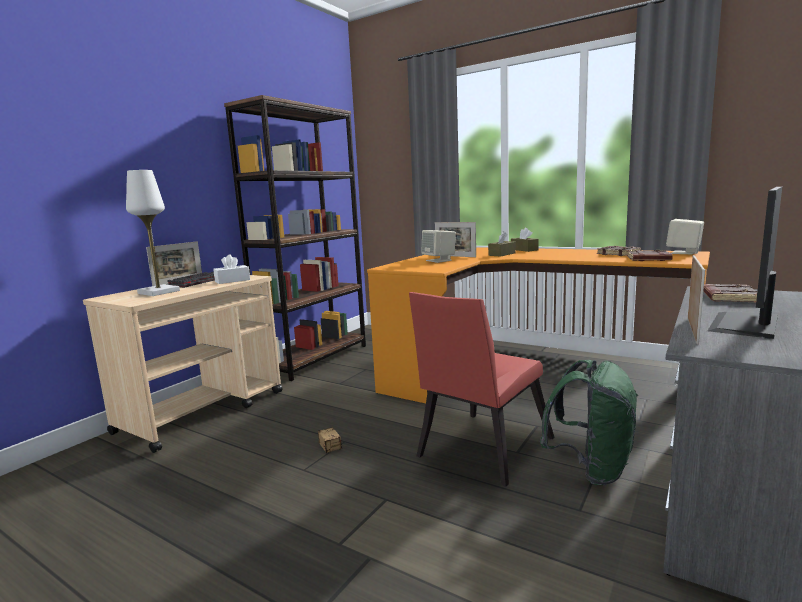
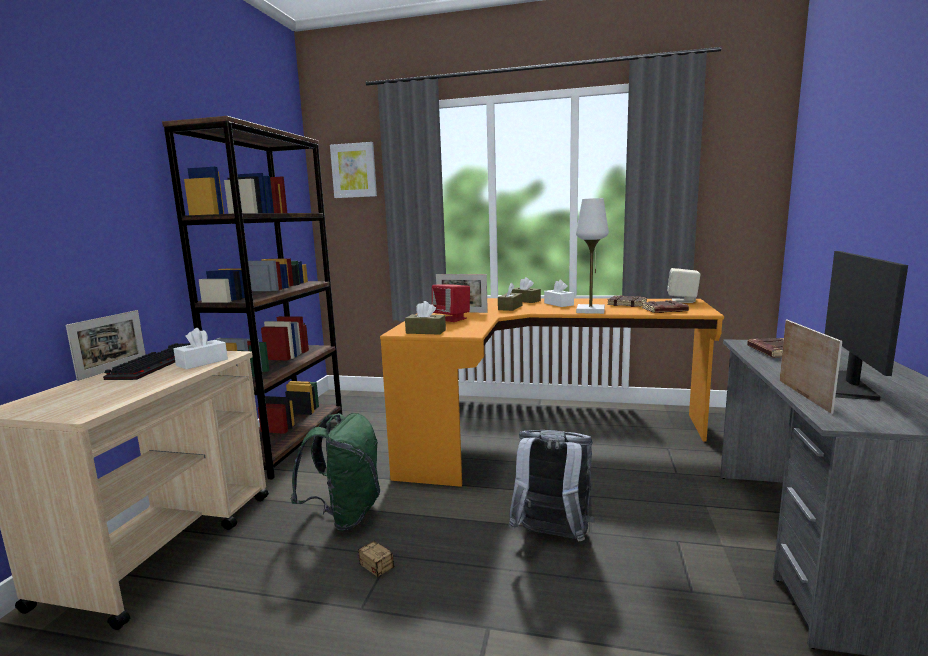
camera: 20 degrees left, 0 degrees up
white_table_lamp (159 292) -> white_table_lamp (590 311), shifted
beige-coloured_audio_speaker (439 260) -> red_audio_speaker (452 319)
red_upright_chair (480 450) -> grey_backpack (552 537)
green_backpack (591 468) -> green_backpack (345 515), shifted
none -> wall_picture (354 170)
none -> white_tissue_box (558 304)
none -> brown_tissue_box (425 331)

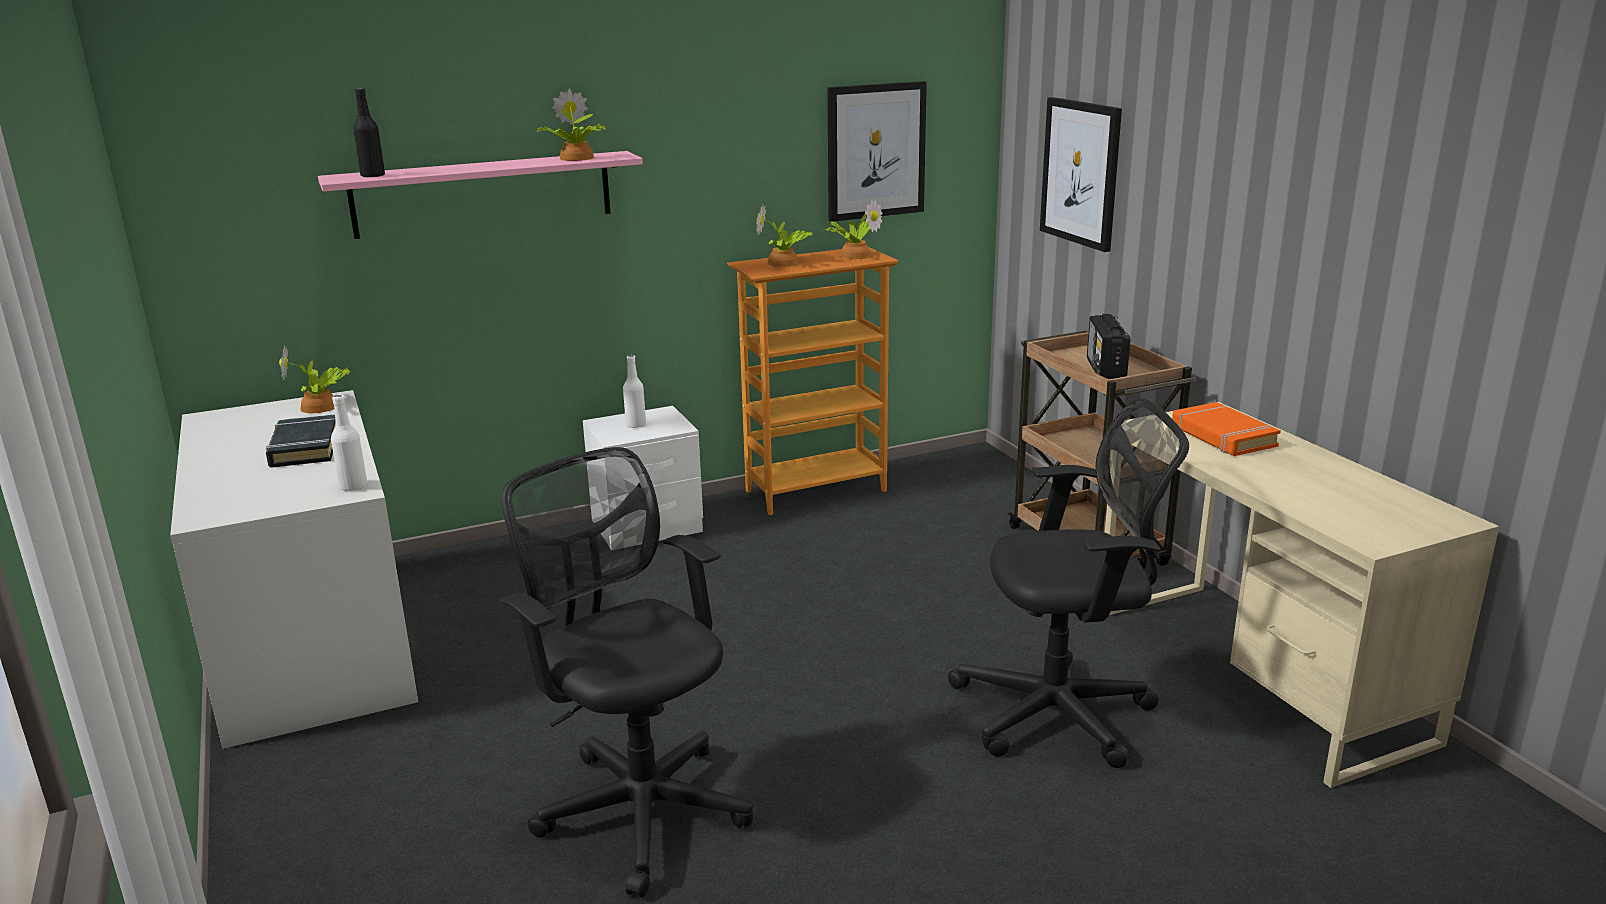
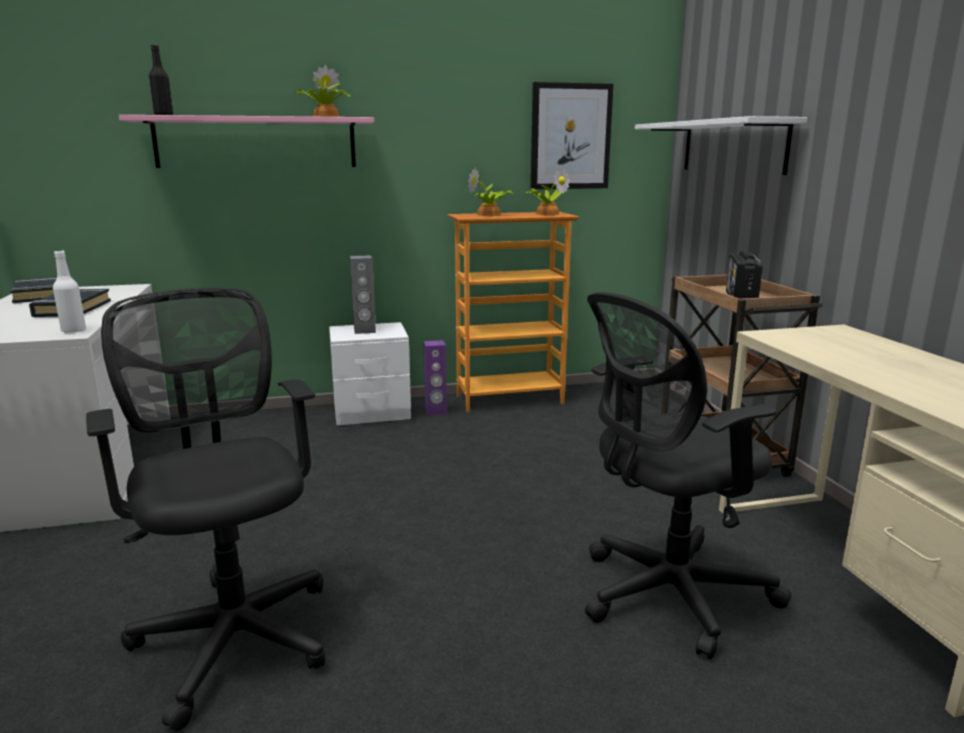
camera: 10 degrees right, 5 degrees down
wall_picture (1081 172) -> white_wall_shelf (732 147)
potted_plant (321 407) -> none
white_beverage_bottle (636 425) -> grey_audio_speaker (364 331)
blackish_desk_chair (1062 713) -> blackish_desk_chair (665 595), 150 degrees clockwise
orange-coloured_volume (1222 436) -> none
none -> blackish_volume (40 295)
none -> purple_audio_speaker (435 411)

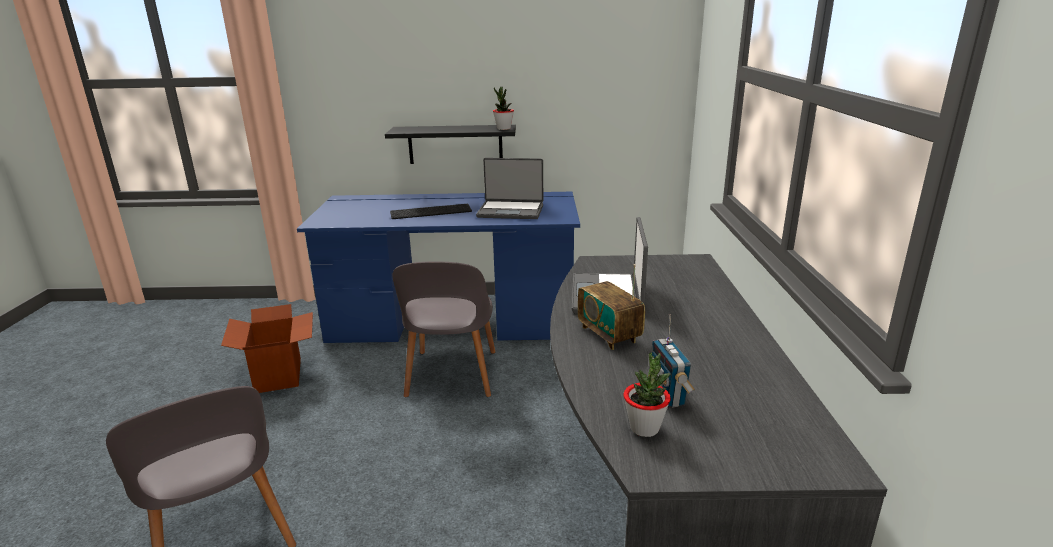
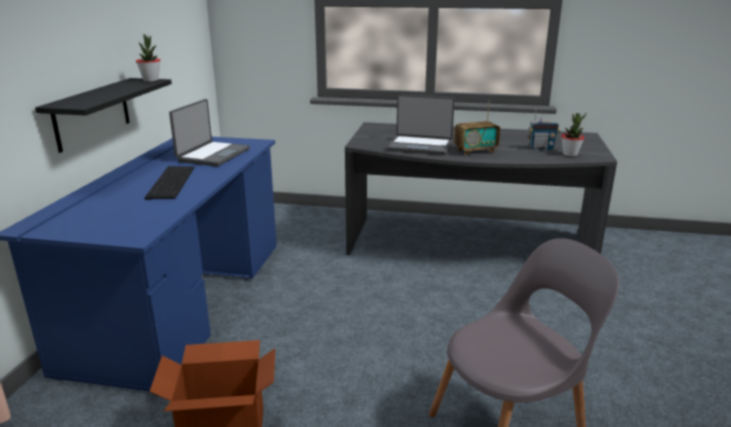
camera: 80 degrees left, 0 degrees up
grey_upright_chair (451 376) -> none

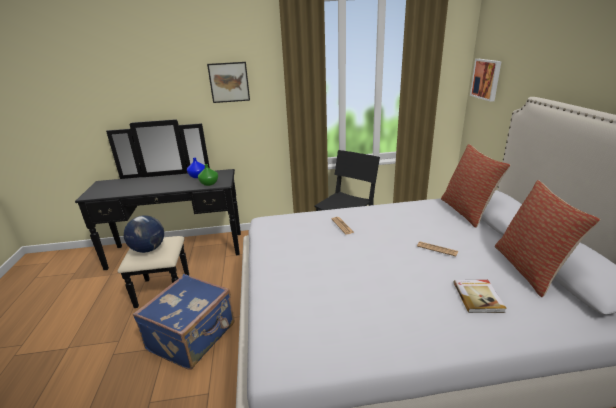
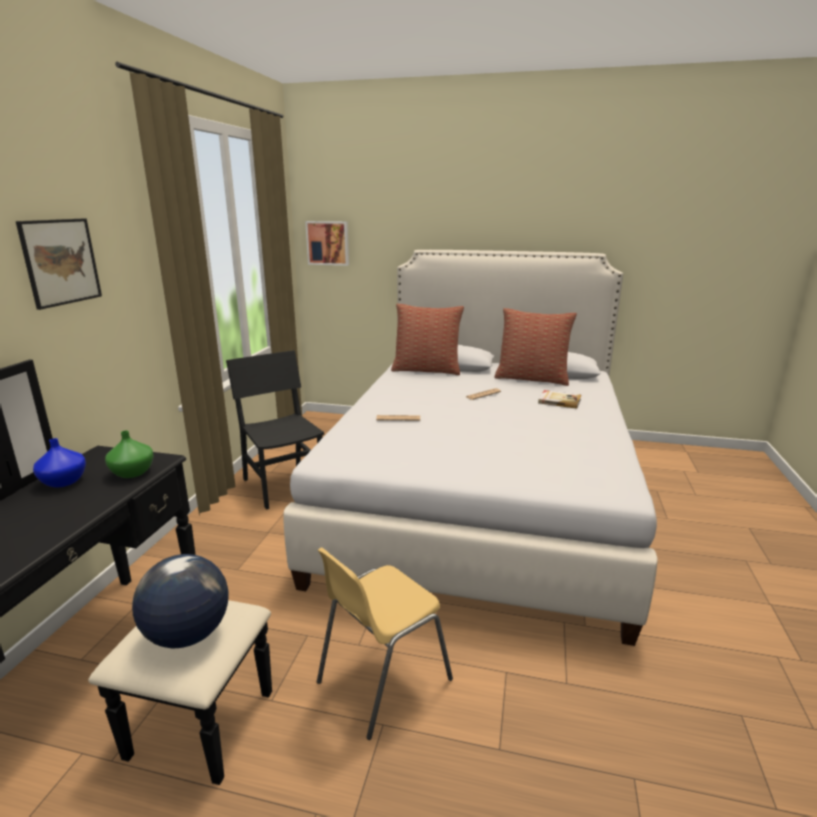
camera: 70 degrees left, 5 degrees down
bluish_travel_case (193 337) -> yellow-coloured_upright_chair (382 680)

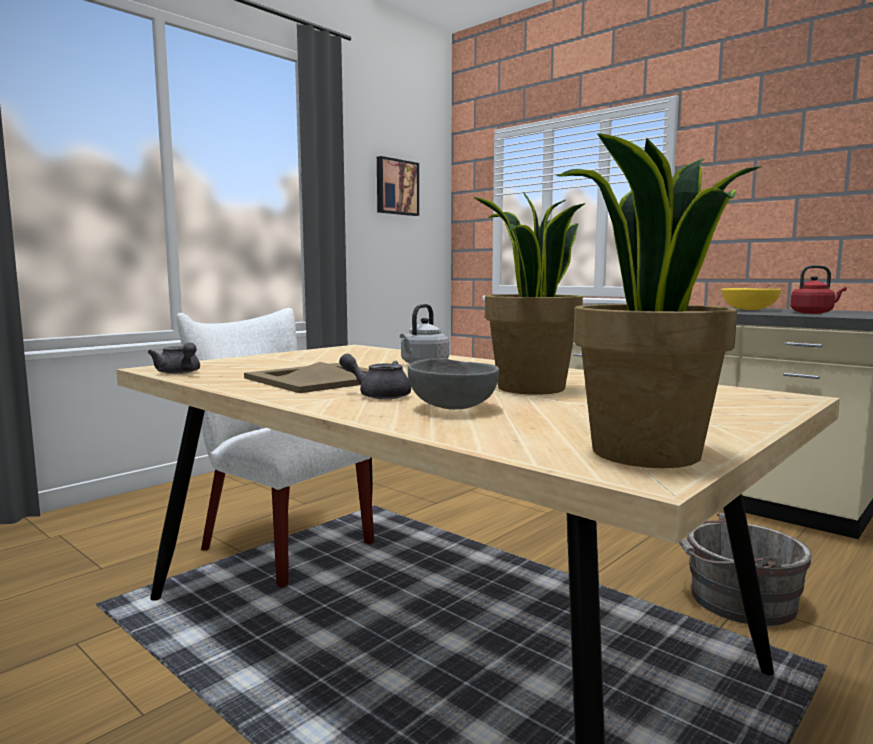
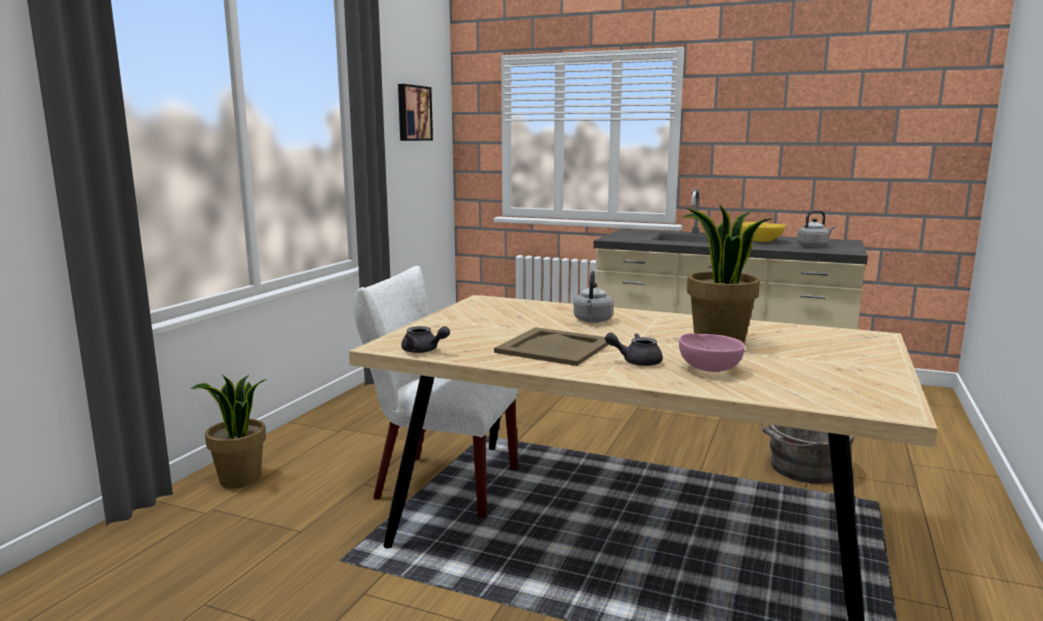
camera: 20 degrees left, 5 degrees up
potted_plant (646 454) -> potted_plant (240 479), shifted
red_tea_kettle (813 313) -> grey_tea_kettle (813 246)
grey_serving_bowl (453 407) -> pink-coloured_serving_bowl (709 369)

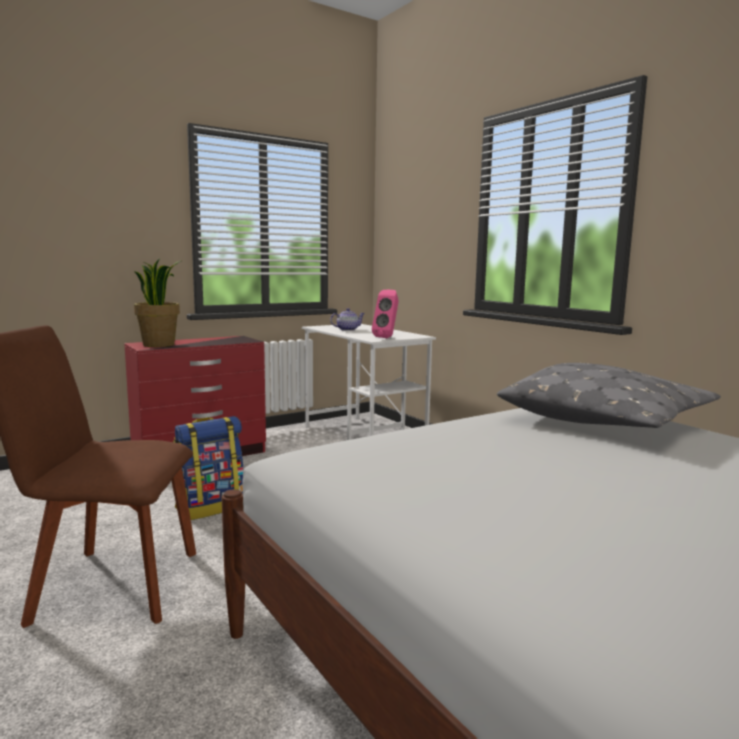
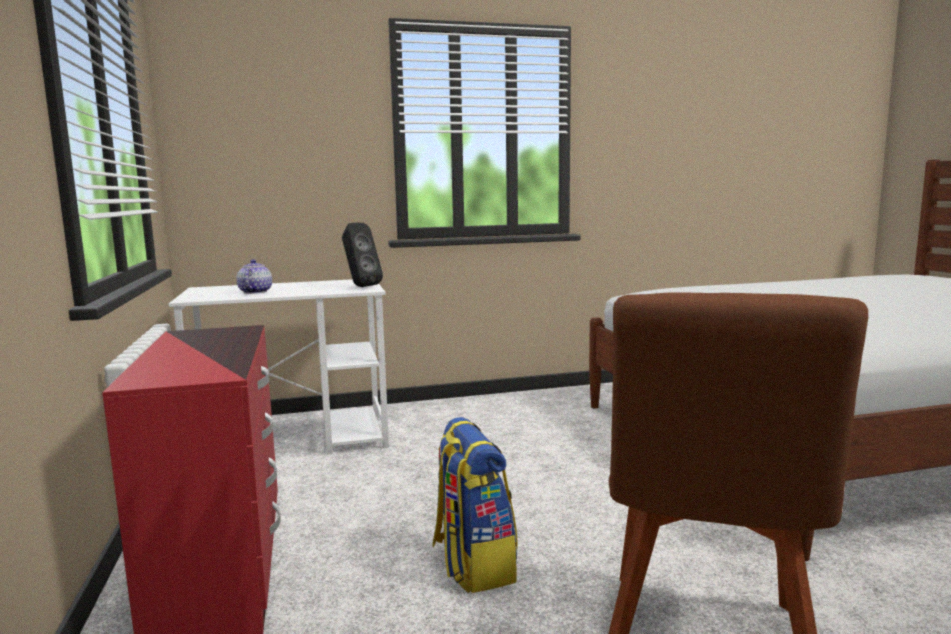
camera: 70 degrees left, 0 degrees up
potted_plant (159 344) -> none
pink-coloured_audio_speaker (387 338) -> blackish_audio_speaker (360 286)
grey_throw_pillow (606 421) -> none

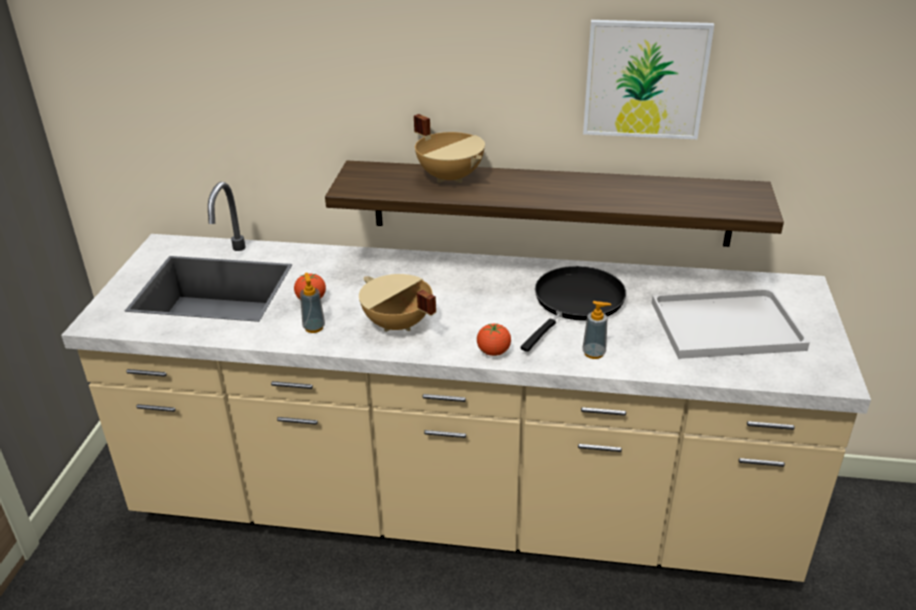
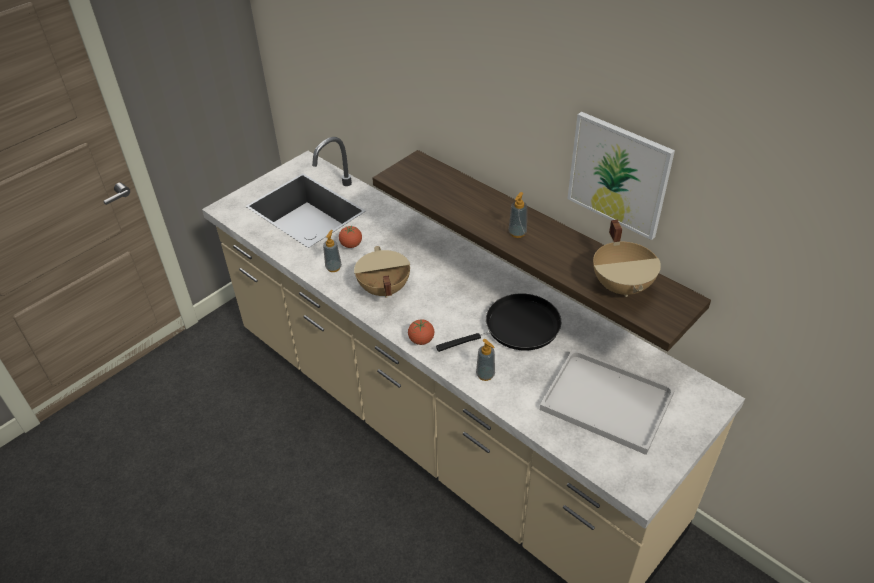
camera: 35 degrees right, 10 degrees up
beige-coloured_cooking_pot (451 177) -> beige-coloured_cooking_pot (622 286), shifted
none -> soap_dispenser (517 233)

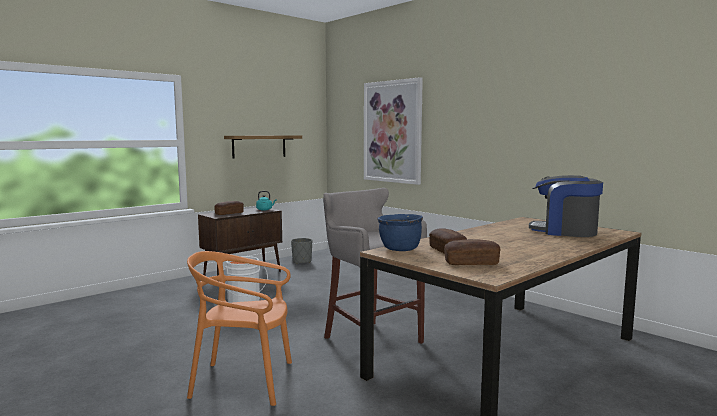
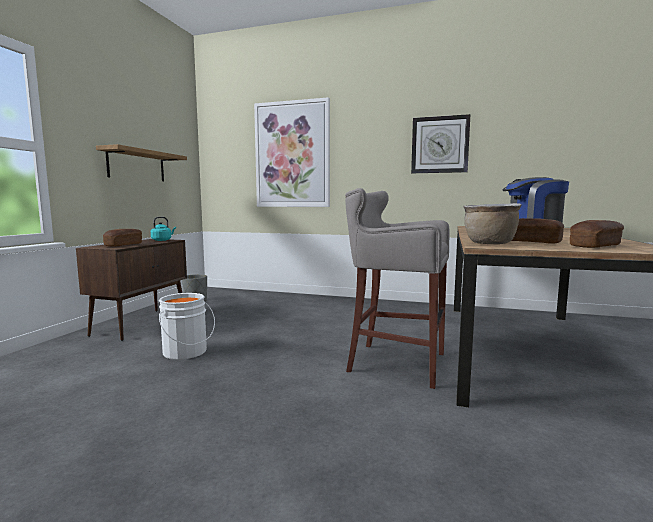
camera: 30 degrees left, 0 degrees up
bluish_cooking_pot (399 249) -> brown_cooking_pot (489 244)
orange-coloured_upright_chair (244 381) -> none
none -> wall_clock (440 145)

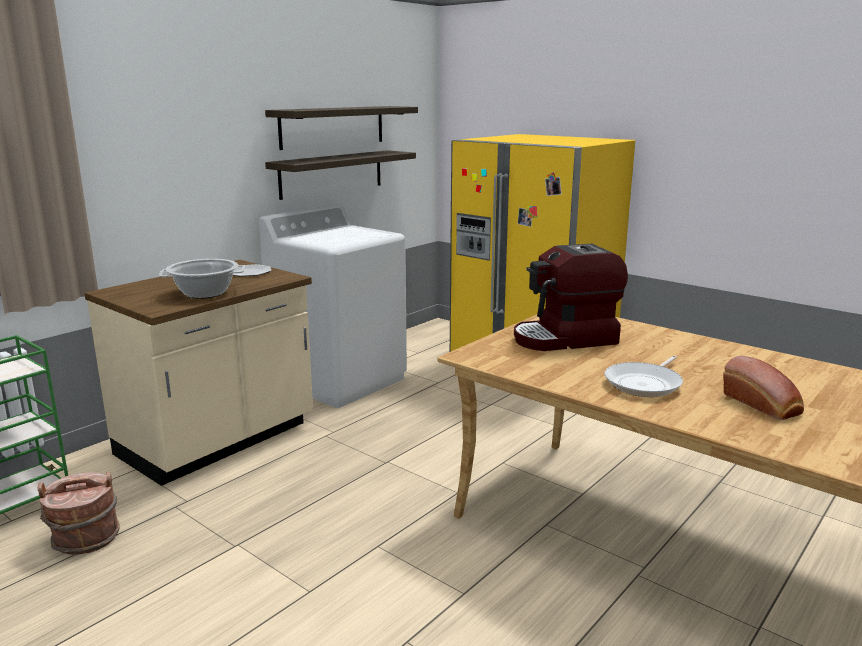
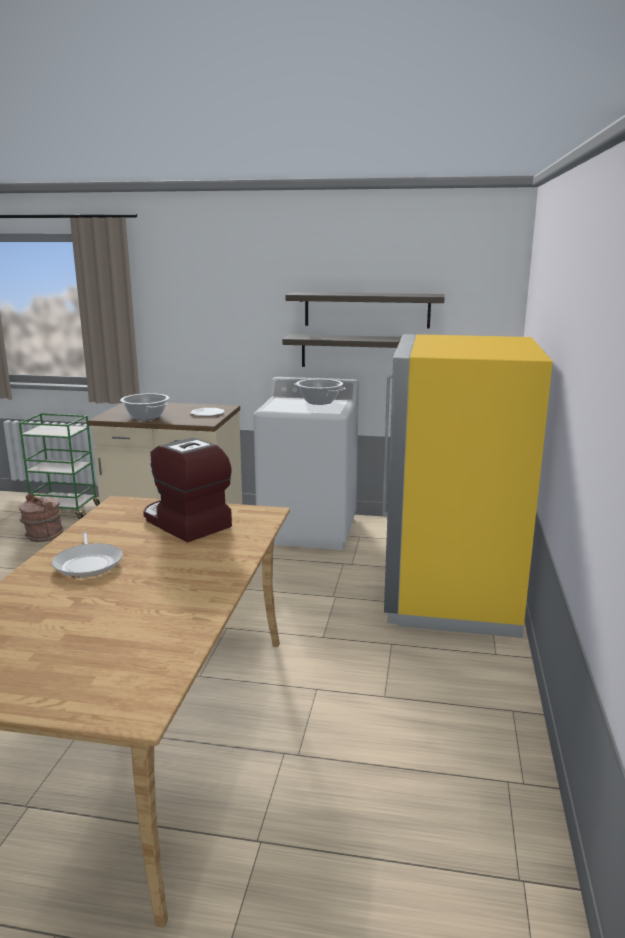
camera: 60 degrees right, 0 degrees up
frying_pan (645 384) -> frying_pan (88 563), 120 degrees counterclockwise
bakery_bread (763 405) -> none
none -> cooking_pot (319 401)

